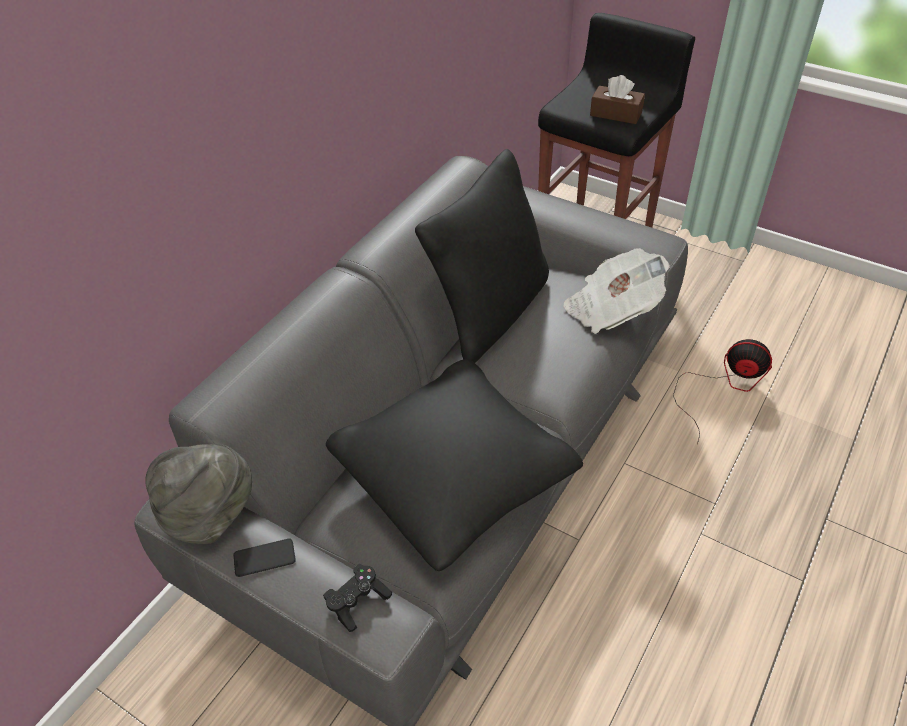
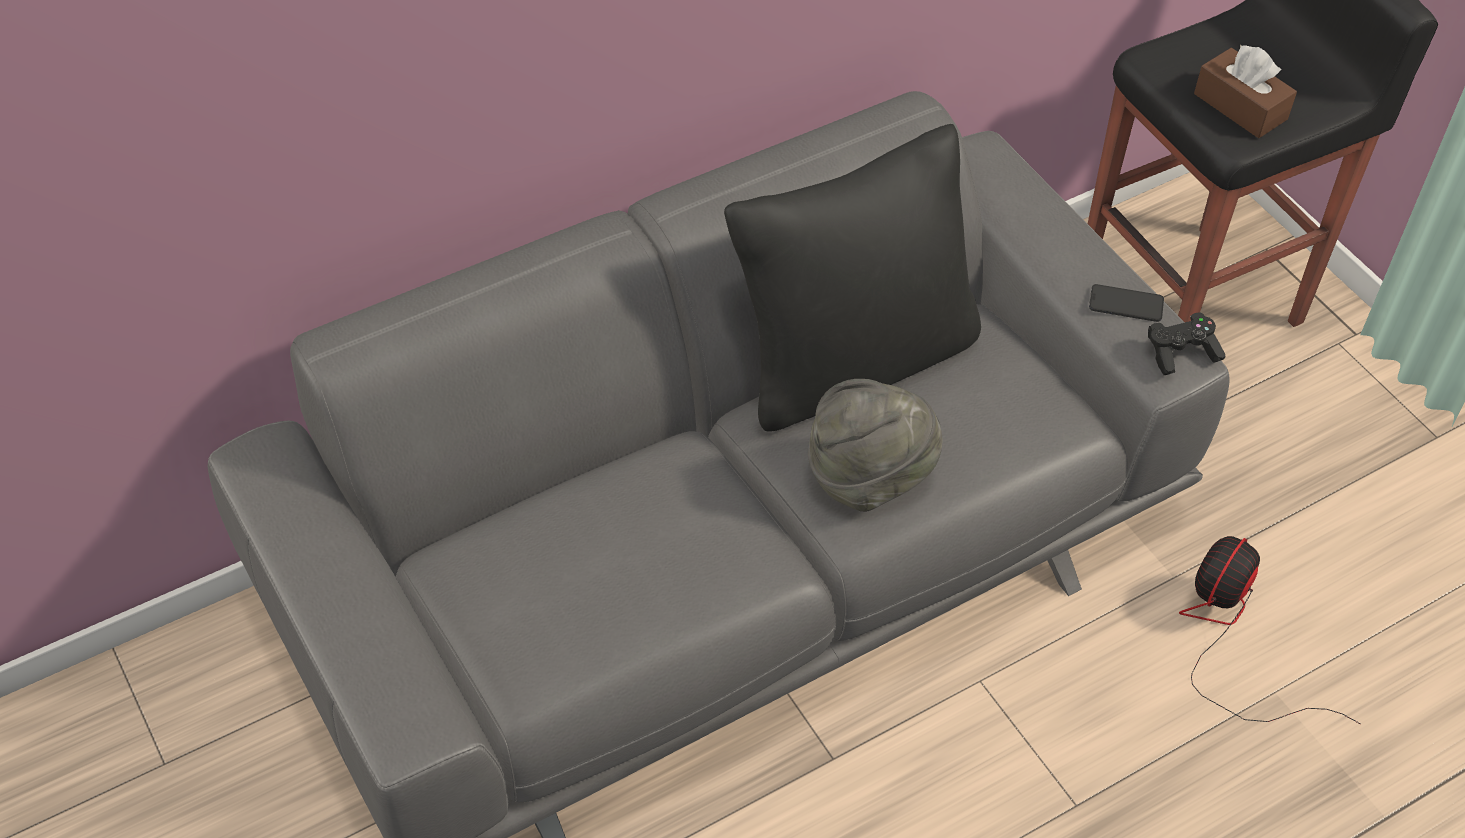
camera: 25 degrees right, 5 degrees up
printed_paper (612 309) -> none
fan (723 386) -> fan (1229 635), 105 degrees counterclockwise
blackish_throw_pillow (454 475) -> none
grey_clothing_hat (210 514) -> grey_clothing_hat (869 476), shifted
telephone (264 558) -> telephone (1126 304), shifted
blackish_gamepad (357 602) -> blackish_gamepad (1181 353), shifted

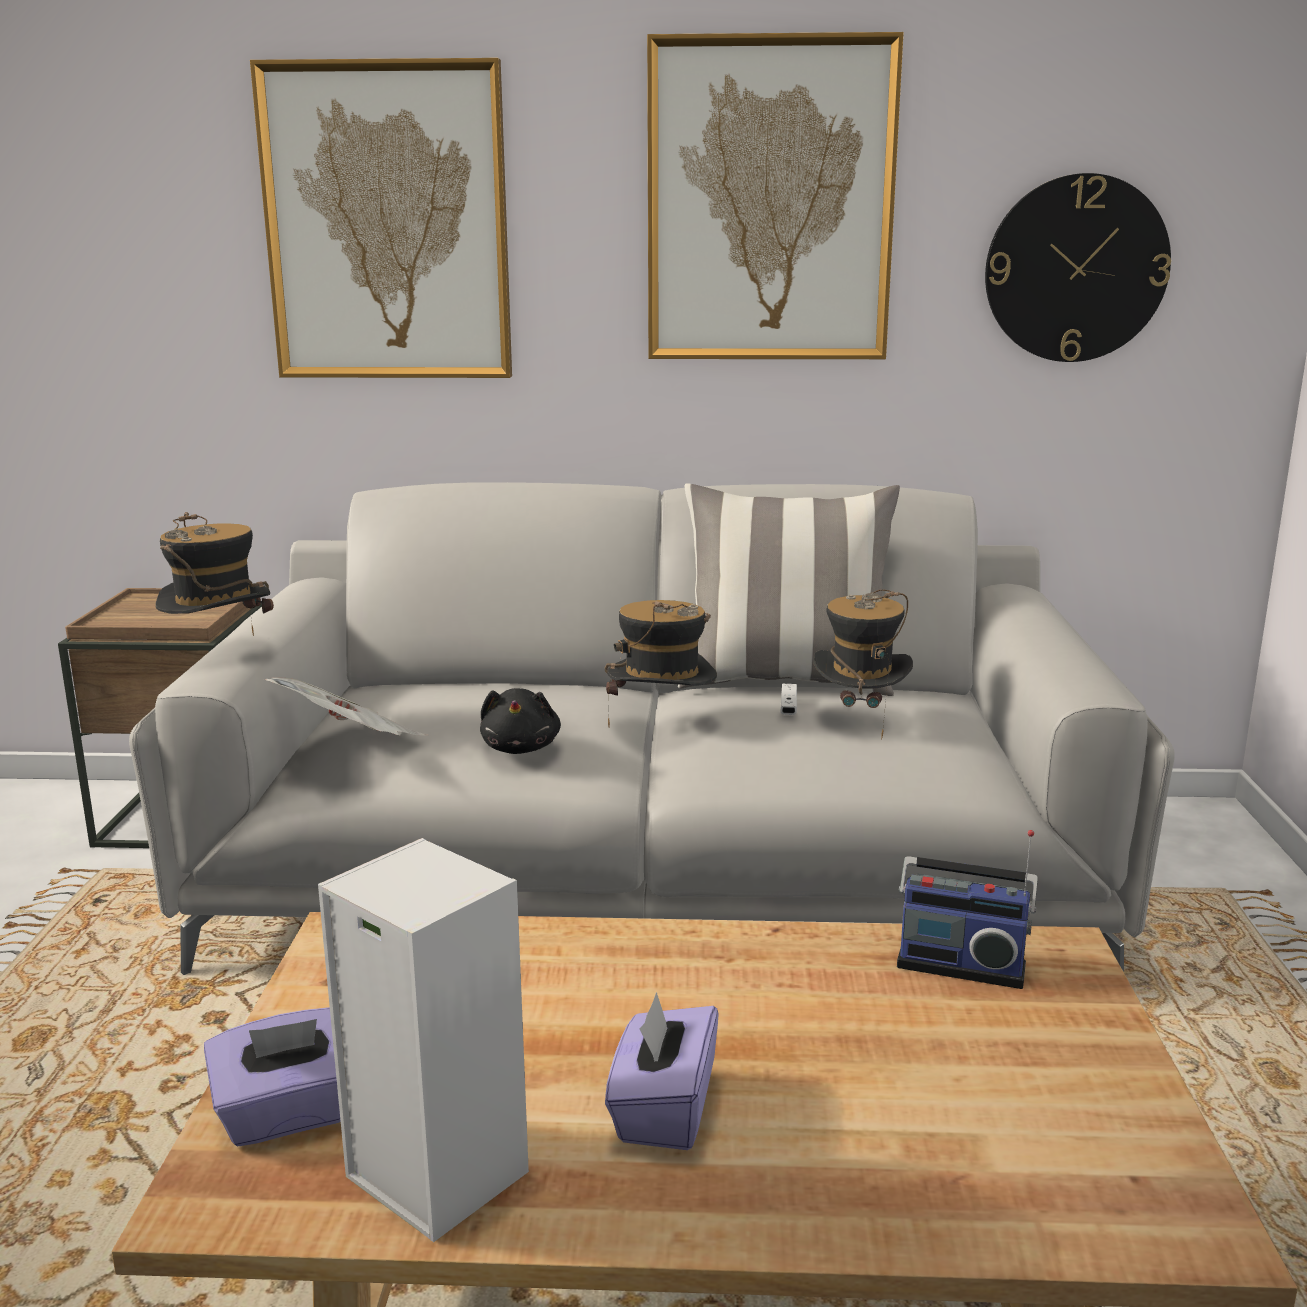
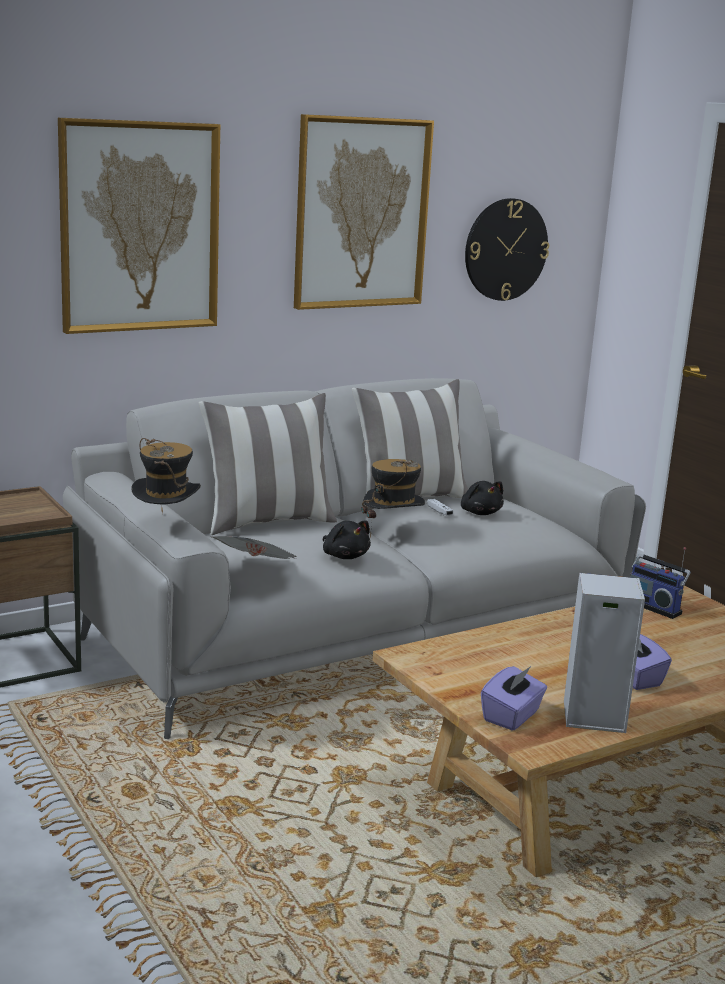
camera: 35 degrees left, 0 degrees up
clothing_hat (859 720) -> blackish_plush_toy (480 513)
radio_set (961 964) -> radio_set (654 606), 60 degrees clockwise
none -> throw_pillow (267 522)

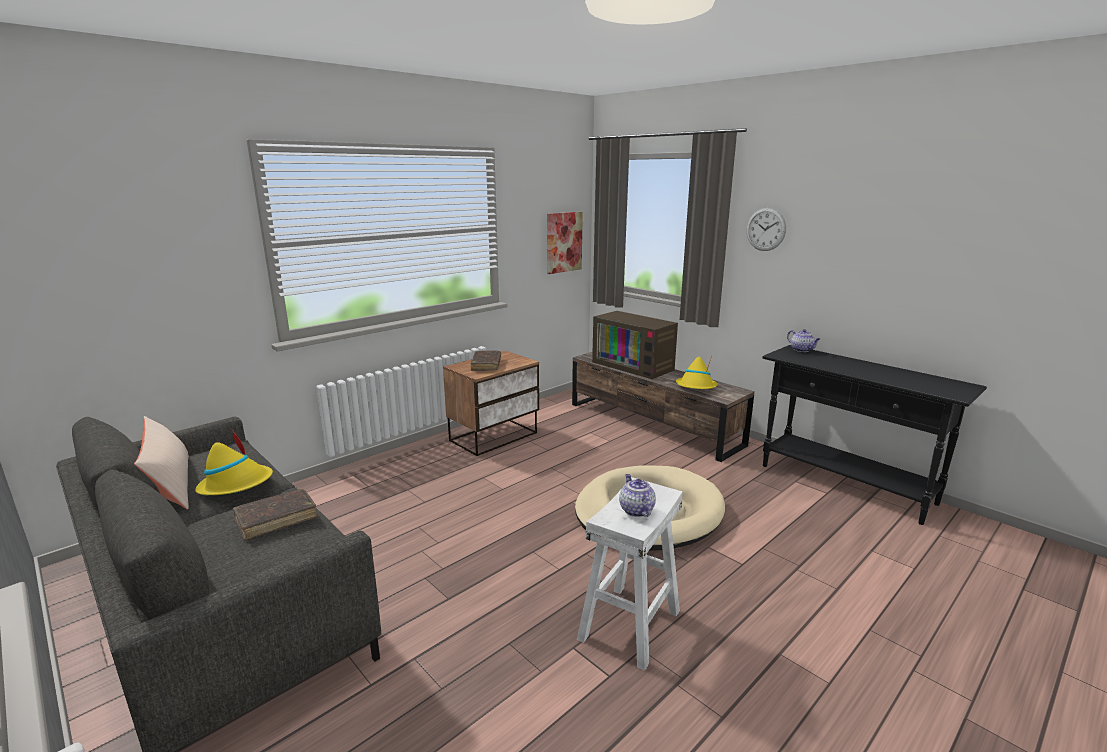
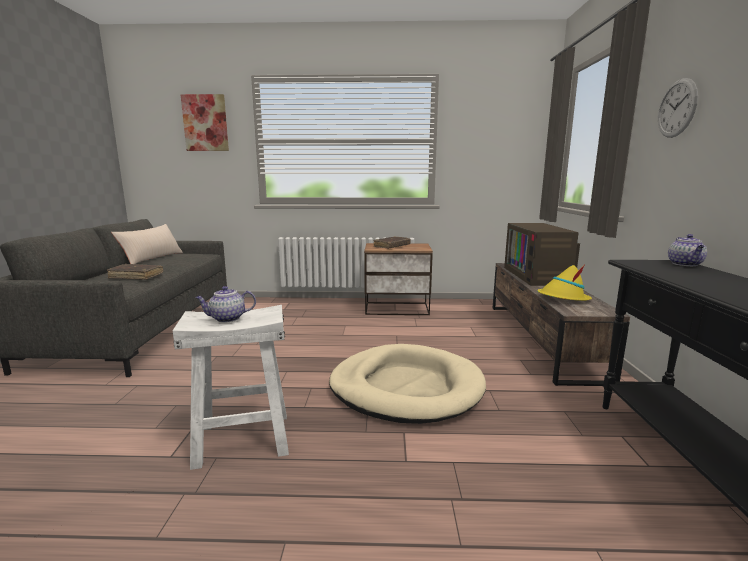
camera: 45 degrees right, 5 degrees down
wall_picture (563 242) -> wall_picture (205 123), shifted
yellow-coloured_clothing_hat (237 485) -> none
teapot (635 510) -> teapot (227 319), 135 degrees counterclockwise

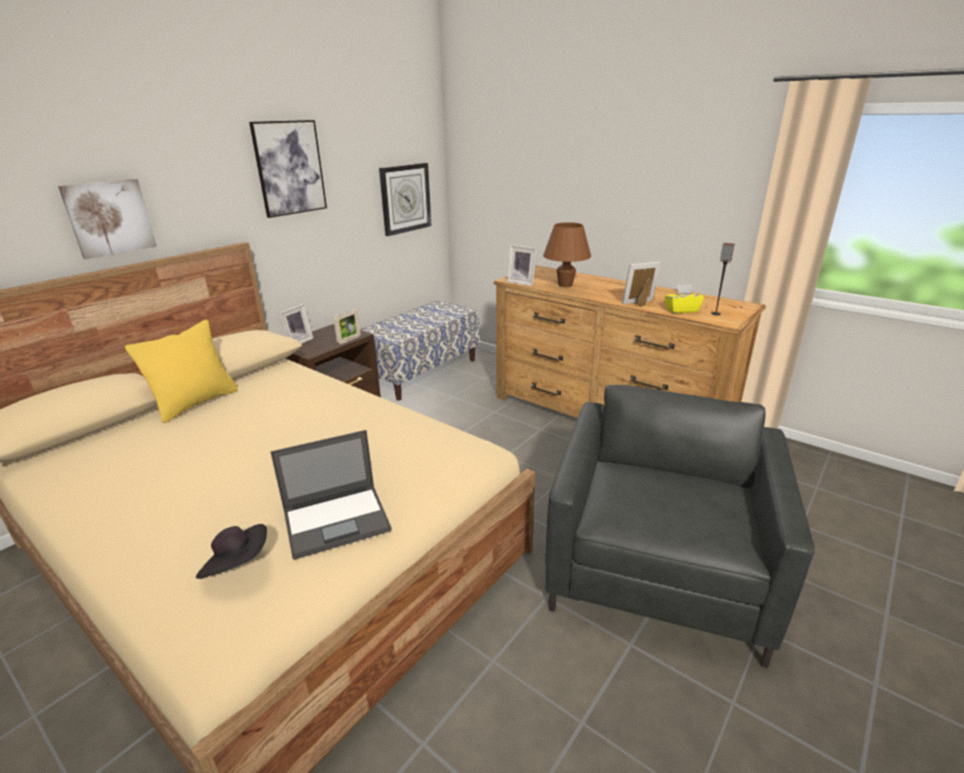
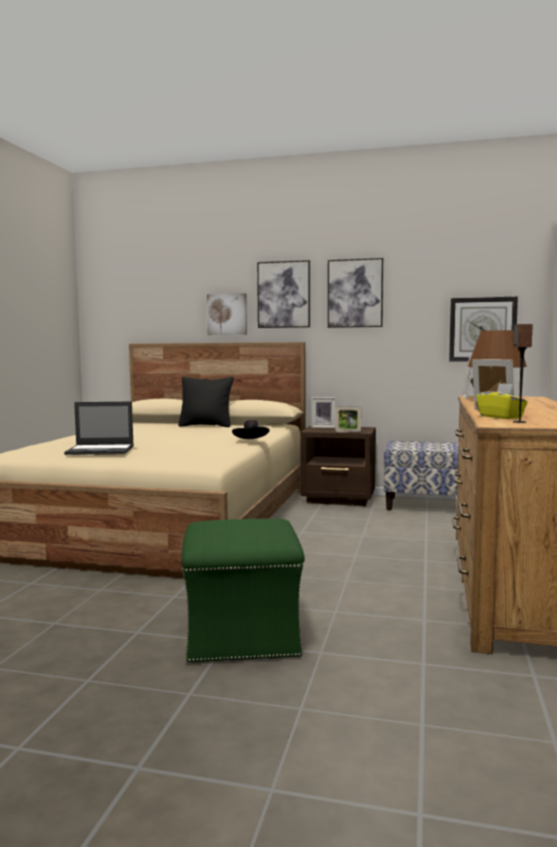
camera: 65 degrees right, 20 degrees down
yellow-coloured_throw_pillow (196 403) -> blackish_throw_pillow (206 426)
grey_easy_chair (658 570) -> green_ottoman (242 635)
portable_computer (338 520) -> portable_computer (101 450), 45 degrees counterclockwise
blackish_clothing_hat (237 565) -> blackish_clothing_hat (251 441), shifted
none -> wall_picture (284 294)

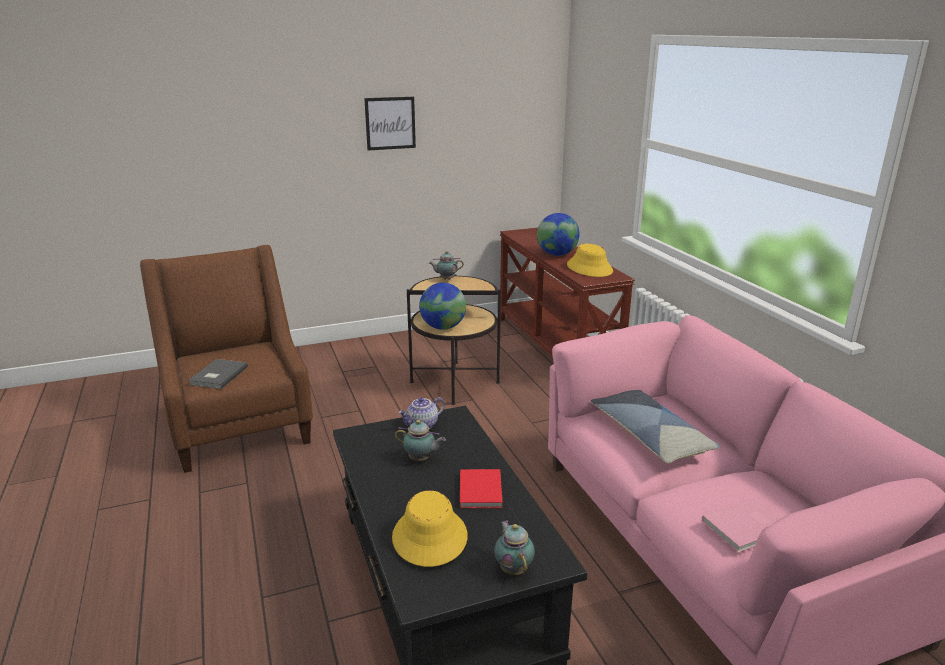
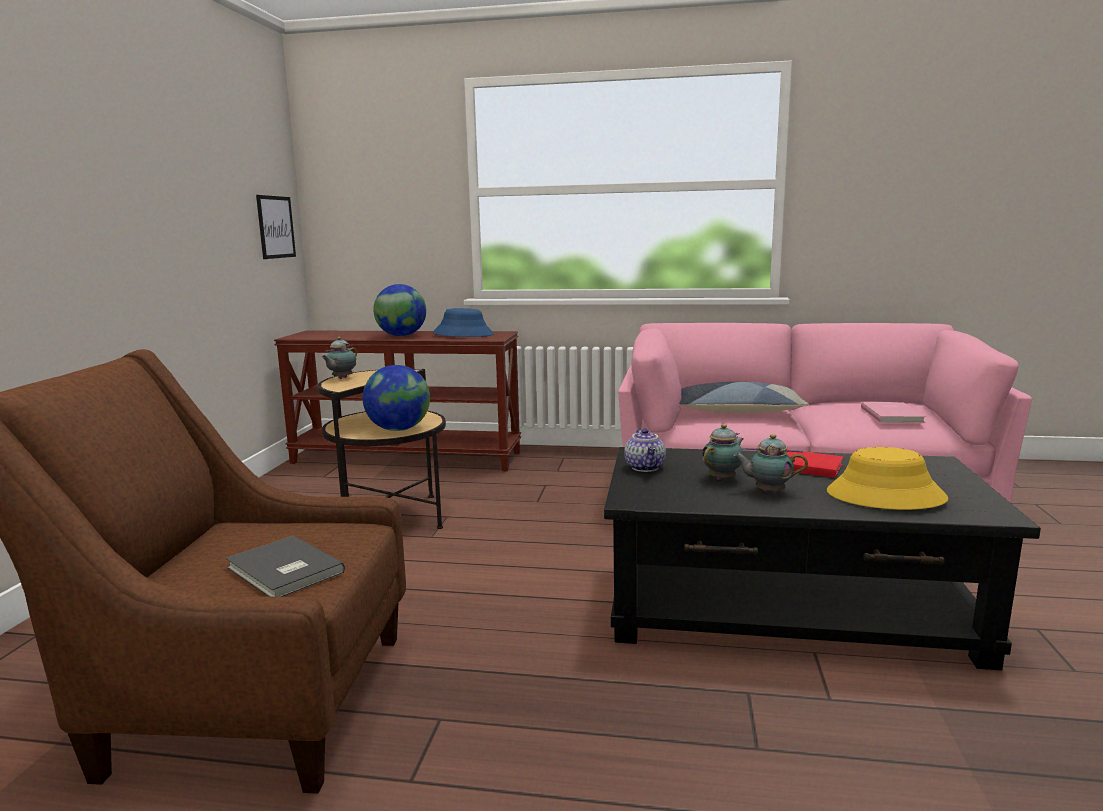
camera: 60 degrees left, 10 degrees down
wall_picture (390 123) -> wall_picture (276 227), shifted
yellow-coloured_clothing_hat (589 268) -> bluish_clothing_hat (463 334)
teapot (513 568) -> teapot (767 491), shifted

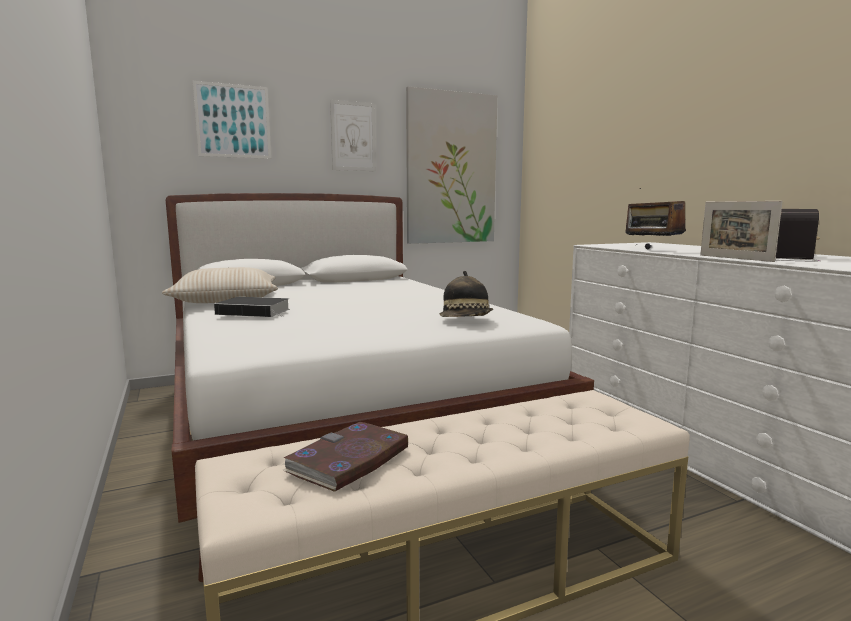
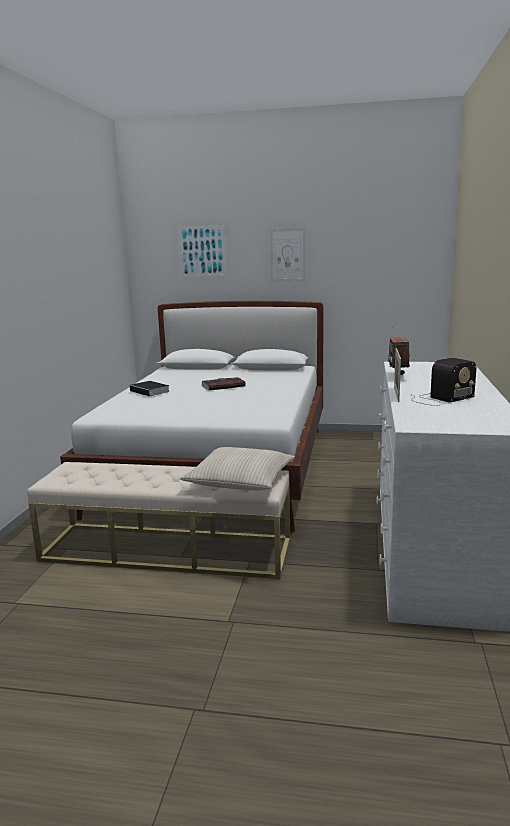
camera: 35 degrees right, 5 degrees up
wall_picture (451 169) -> none
beige-coloured_throw_pillow (226 300) -> beige-coloured_throw_pillow (240 480), shifted
clothing_hat (466 320) -> none
volume (349 460) -> volume (223 386), shifted

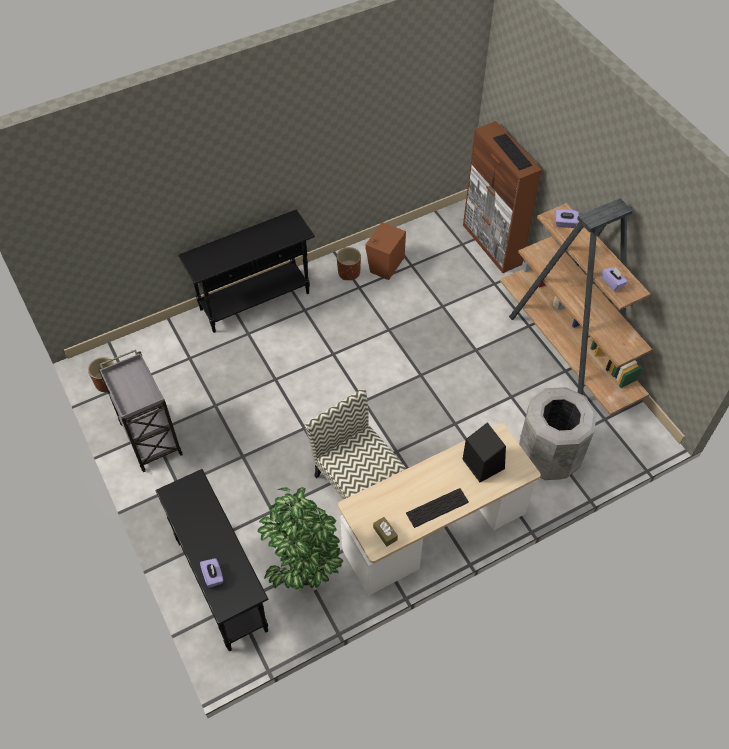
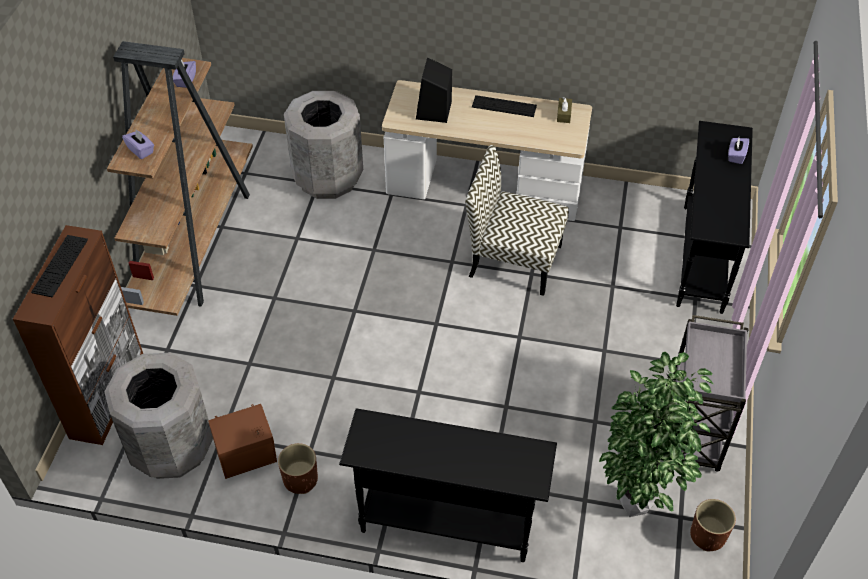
camera: 140 degrees left, 5 degrees down
upright_chair (357 482) -> upright_chair (513 260), 105 degrees clockwise
potted_plant (305 586) -> potted_plant (638 504), shifted
none -> grey_waste_bin (171 447)

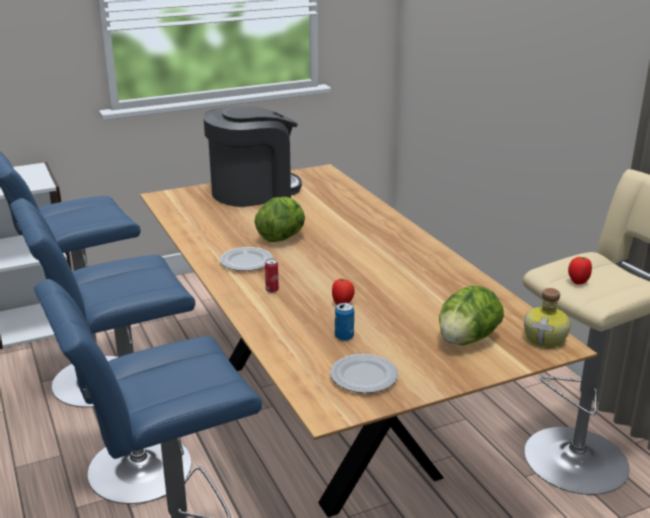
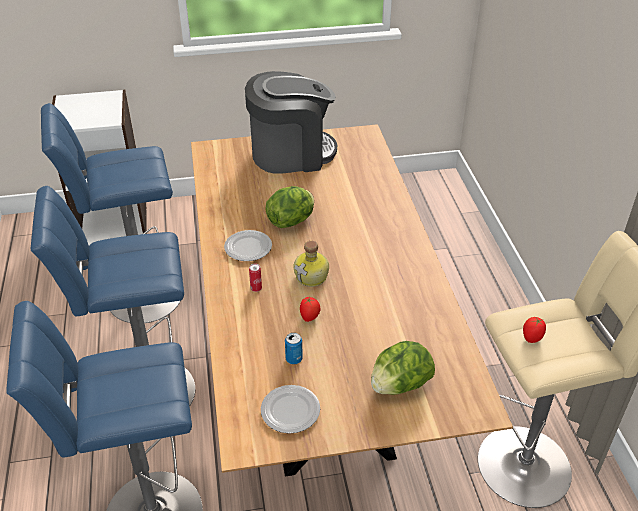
camera: 15 degrees right, 15 degrees up
beverage_bottle (546 338) -> beverage_bottle (312 277), shifted

